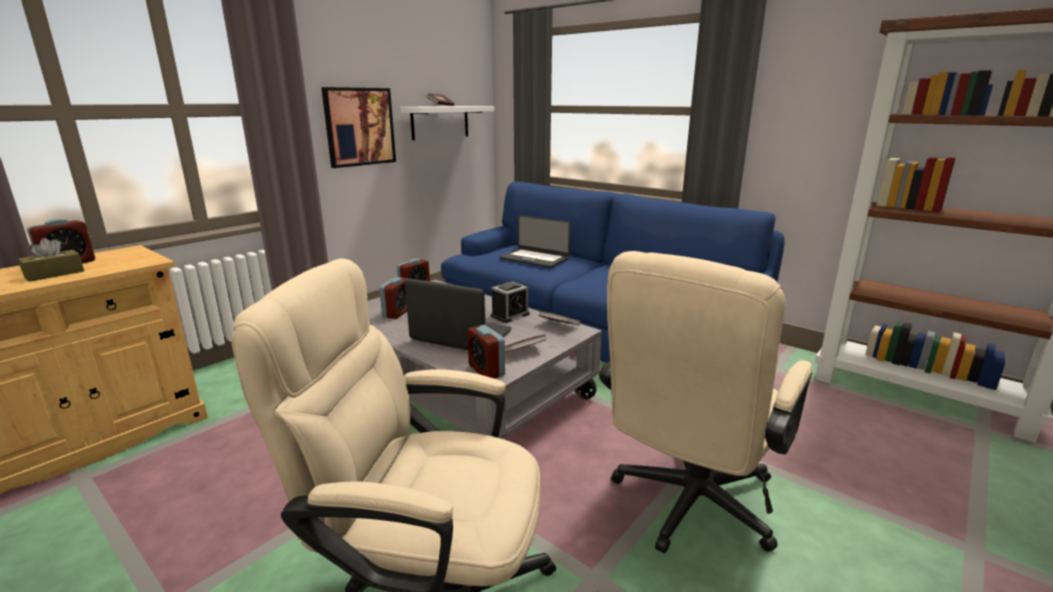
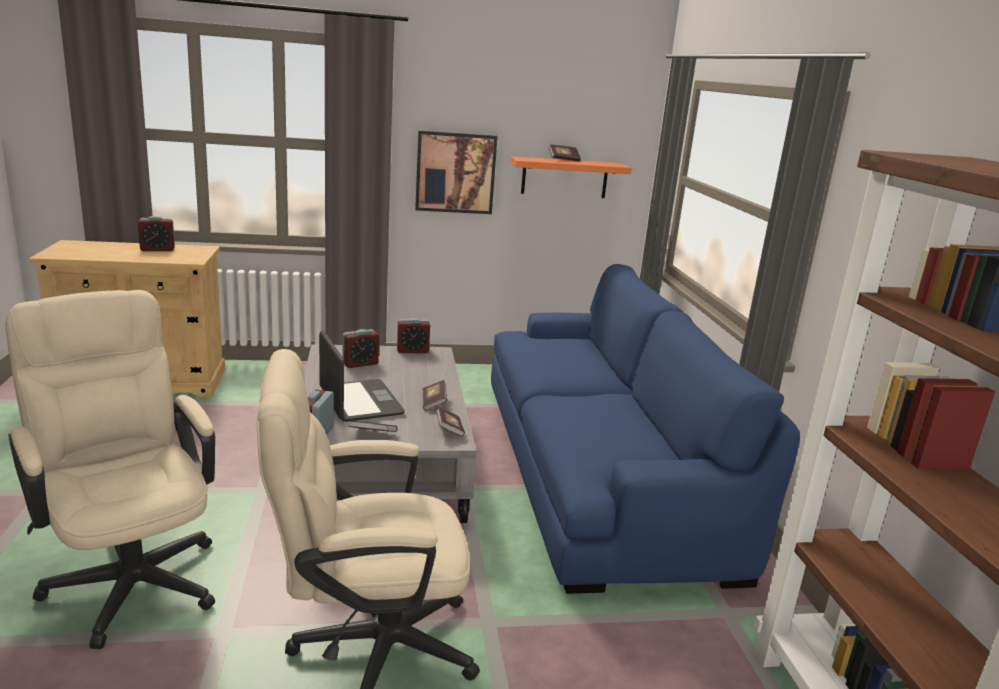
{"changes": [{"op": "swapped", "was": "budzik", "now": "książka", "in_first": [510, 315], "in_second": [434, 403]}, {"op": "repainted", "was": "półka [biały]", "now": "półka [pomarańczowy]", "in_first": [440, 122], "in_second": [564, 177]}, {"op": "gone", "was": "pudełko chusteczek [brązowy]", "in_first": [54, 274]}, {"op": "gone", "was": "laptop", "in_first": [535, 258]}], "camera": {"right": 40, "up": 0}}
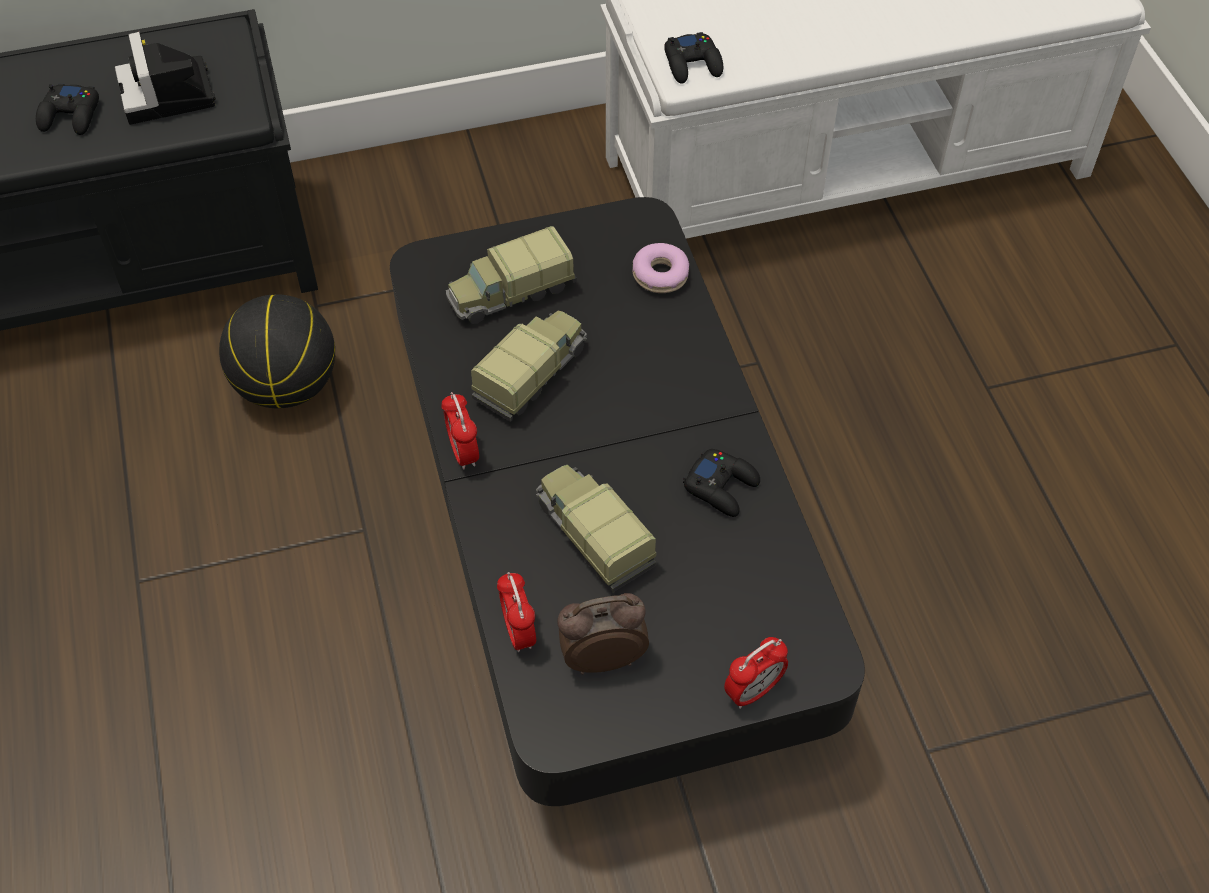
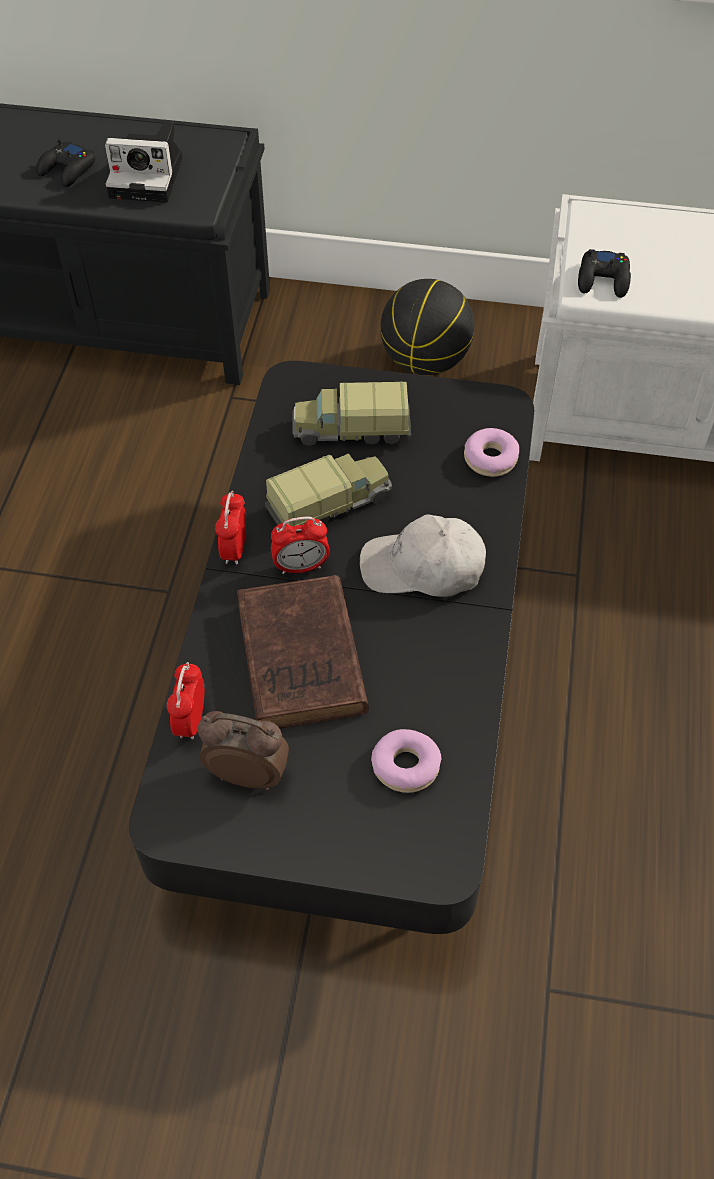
{"changes": [{"op": "rotated", "was": "aparat fotograficzny", "in_first": [169, 96], "in_second": [150, 177], "clockwise": -90}, {"op": "swapped", "was": "ciężarówka zabawkowa", "now": "książka [brązowy]", "in_first": [592, 534], "in_second": [302, 662]}, {"op": "shifted", "was": "budzik", "in_first": [753, 691], "in_second": [301, 566]}, {"op": "new", "now": "czapka z daszkiem [biały]", "in_second": [423, 568]}, {"op": "new", "now": "donut", "in_second": [405, 766]}, {"op": "shifted", "was": "piłka do koszykówki", "in_first": [288, 386], "in_second": [425, 361]}, {"op": "gone", "was": "pad do gier [czarny]", "in_first": [721, 487]}], "camera": {"right": 25, "up": 0}}
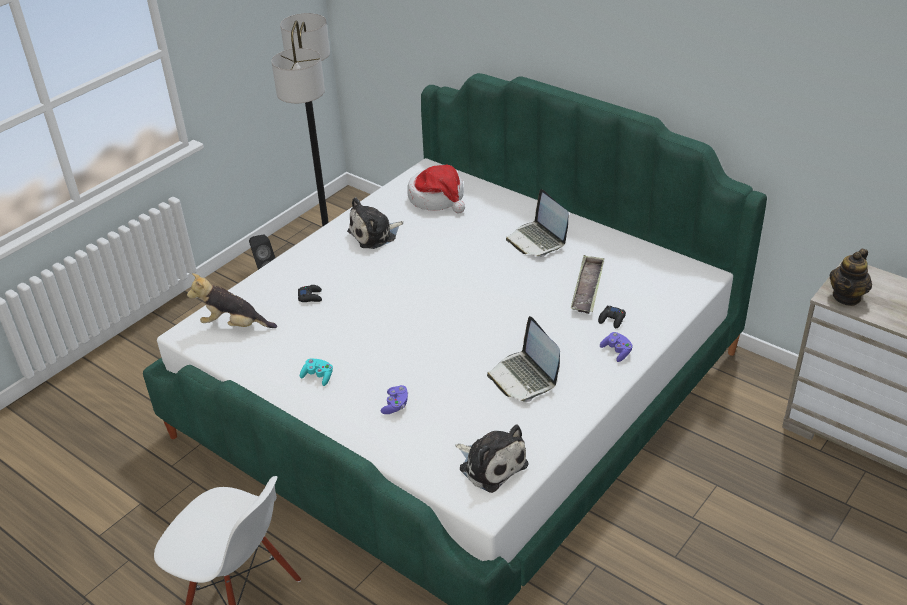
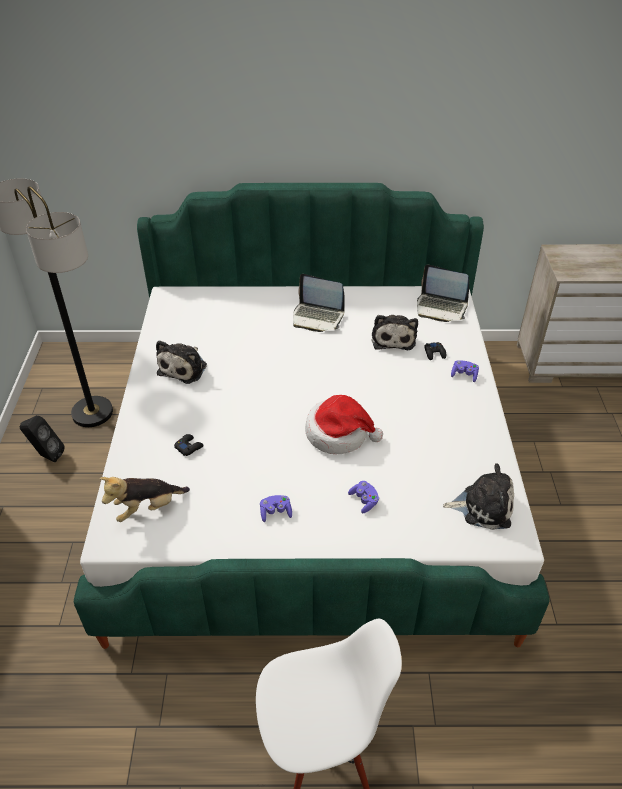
{"changes": [{"op": "repainted", "was": "pad do gier [turkusowy]", "now": "pad do gier [fioletowy]", "in_first": [318, 377], "in_second": [275, 512]}, {"op": "shifted", "was": "kapelusz", "in_first": [437, 198], "in_second": [339, 434]}, {"op": "swapped", "was": "taca", "now": "pluszak", "in_first": [587, 288], "in_second": [393, 338]}, {"op": "shifted", "was": "laptop", "in_first": [524, 377], "in_second": [441, 308]}, {"op": "gone", "was": "imbryk", "in_first": [847, 297]}], "camera": {"right": -40, "up": 5}}
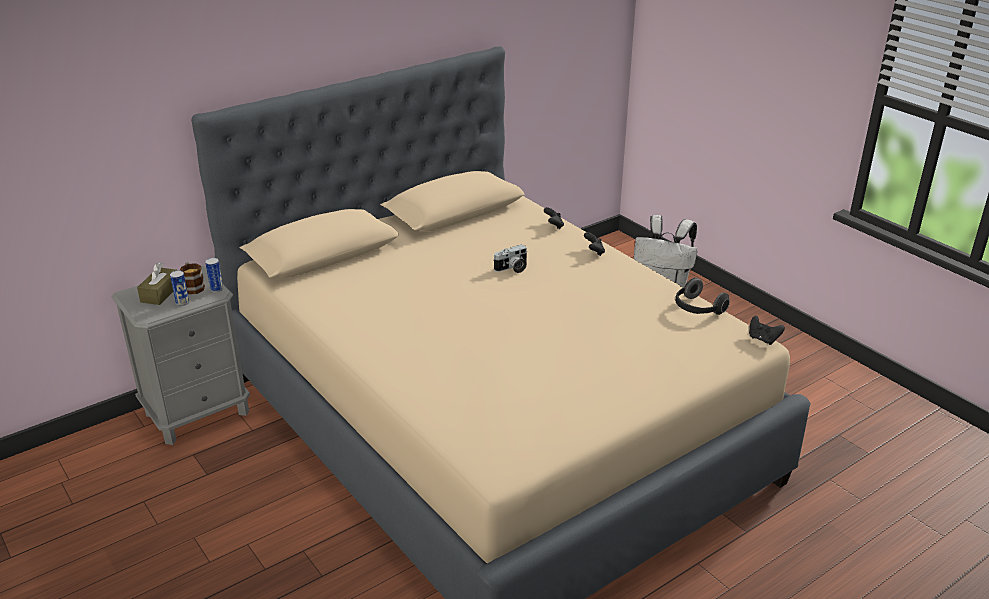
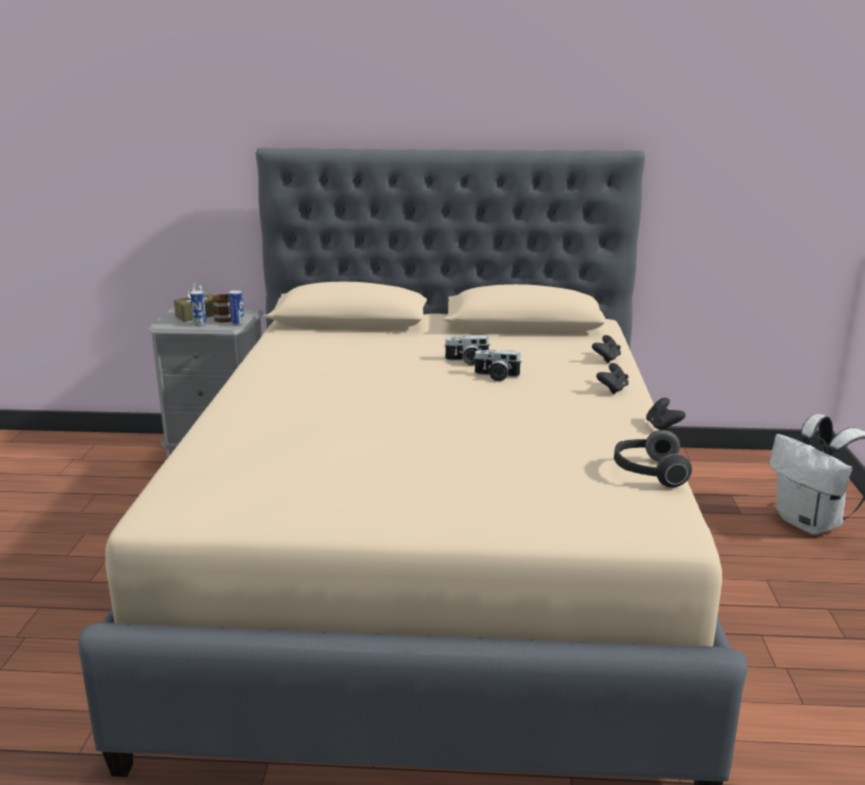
{"changes": [{"op": "new", "now": "aparat fotograficzny", "in_second": [467, 361]}, {"op": "shifted", "was": "pad do gier [czarny]", "in_first": [763, 339], "in_second": [662, 427]}], "camera": {"right": 40, "up": -10}}
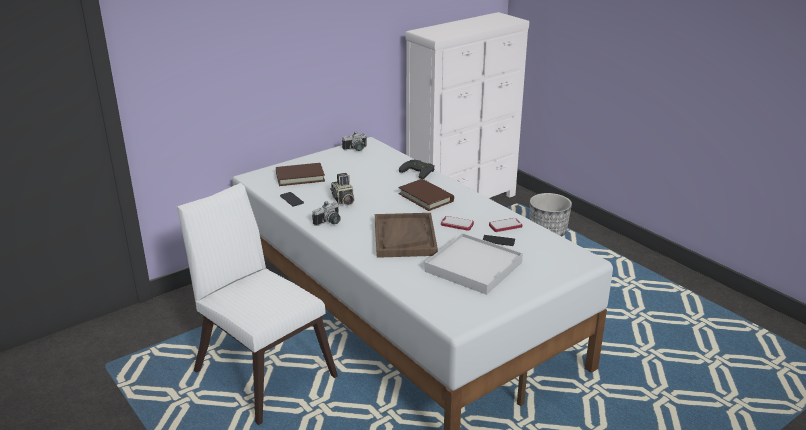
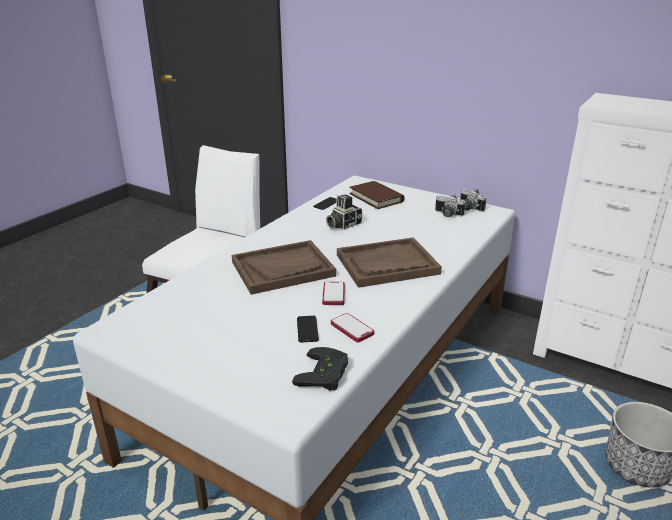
{"changes": [{"op": "shifted", "was": "pad do gier [czarny]", "in_first": [419, 171], "in_second": [326, 374]}, {"op": "swapped", "was": "książka [brązowy]", "now": "taca [brązowy]", "in_first": [426, 197], "in_second": [387, 264]}, {"op": "shifted", "was": "aparat fotograficzny", "in_first": [329, 222], "in_second": [447, 215]}, {"op": "gone", "was": "taca [biały]", "in_first": [473, 267]}], "camera": {"right": 70, "up": 0}}
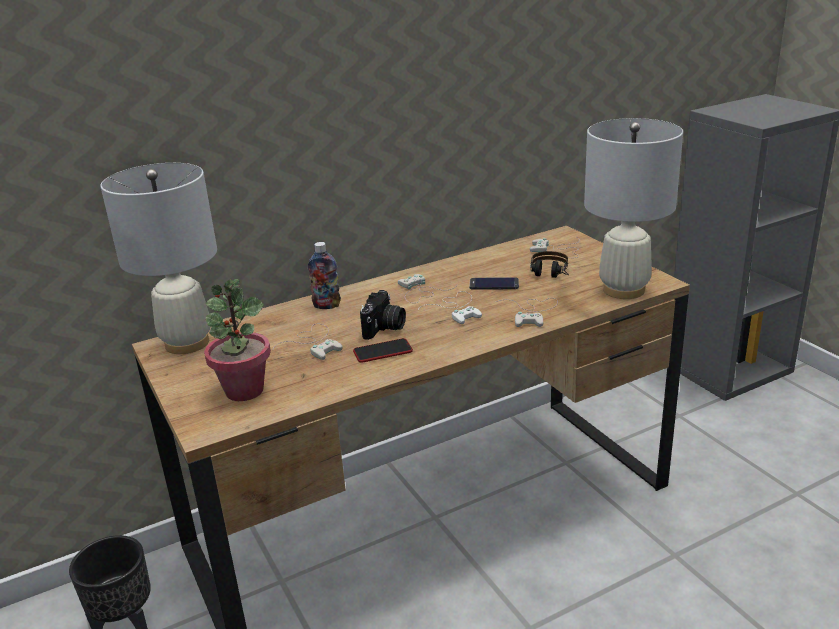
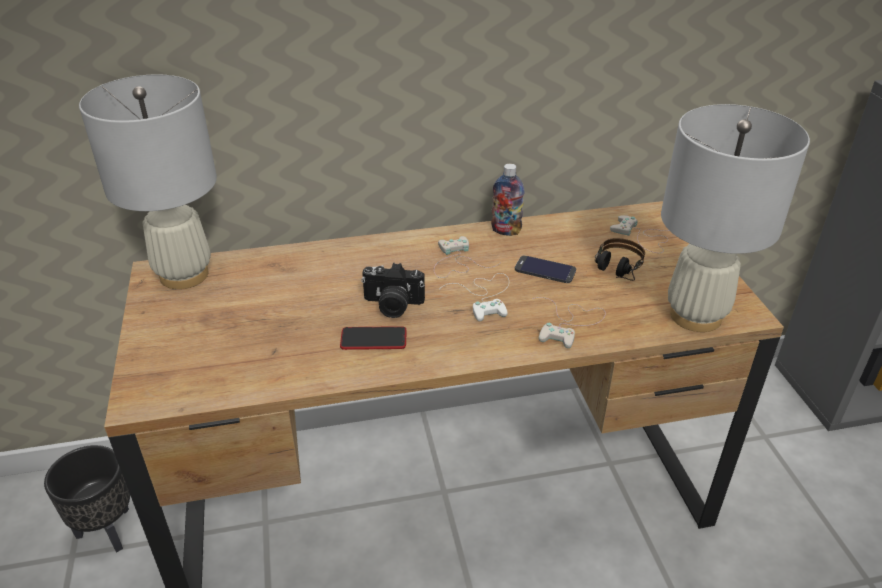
{"changes": [{"op": "rotated", "was": "aparat fotograficzny", "in_first": [384, 328], "in_second": [392, 305], "clockwise": 60}, {"op": "shifted", "was": "butelka", "in_first": [327, 305], "in_second": [506, 231]}, {"op": "gone", "was": "roślina doniczkowa", "in_first": [244, 390]}, {"op": "gone", "was": "pad do gier [biały]", "in_first": [314, 343]}], "camera": {"right": 15, "up": 10}}
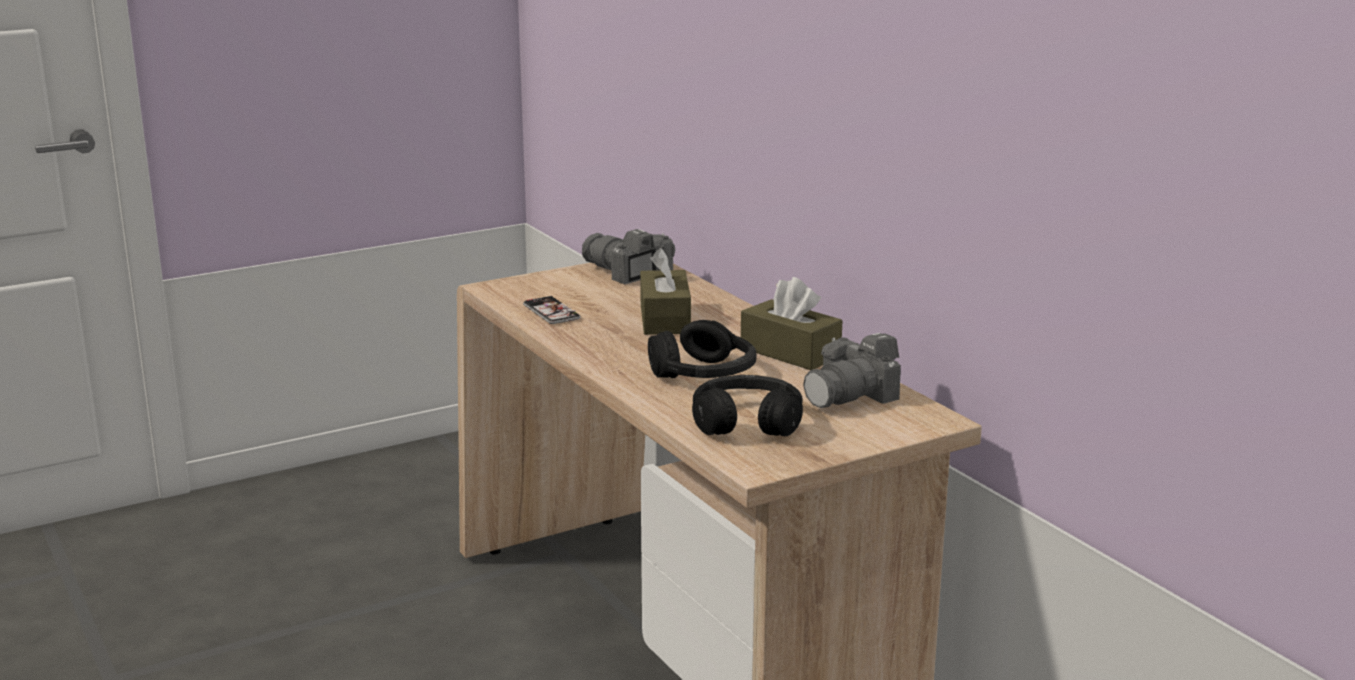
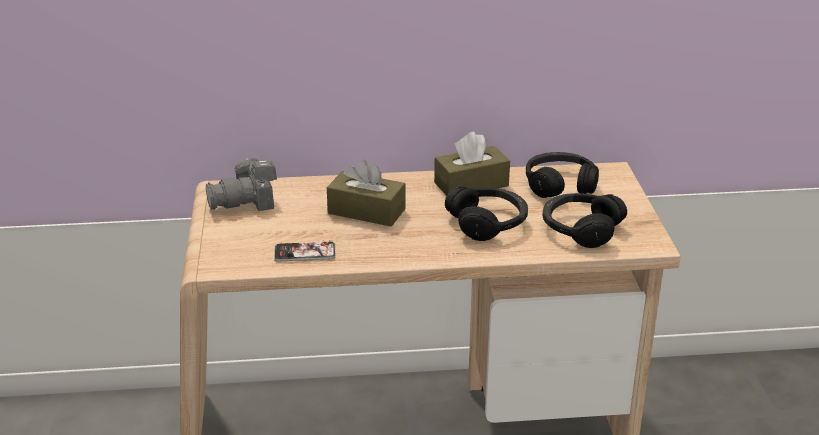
{"changes": [{"op": "swapped", "was": "aparat fotograficzny", "now": "słuchawki [czarny]", "in_first": [852, 396], "in_second": [560, 185]}], "camera": {"right": -65, "up": 10}}
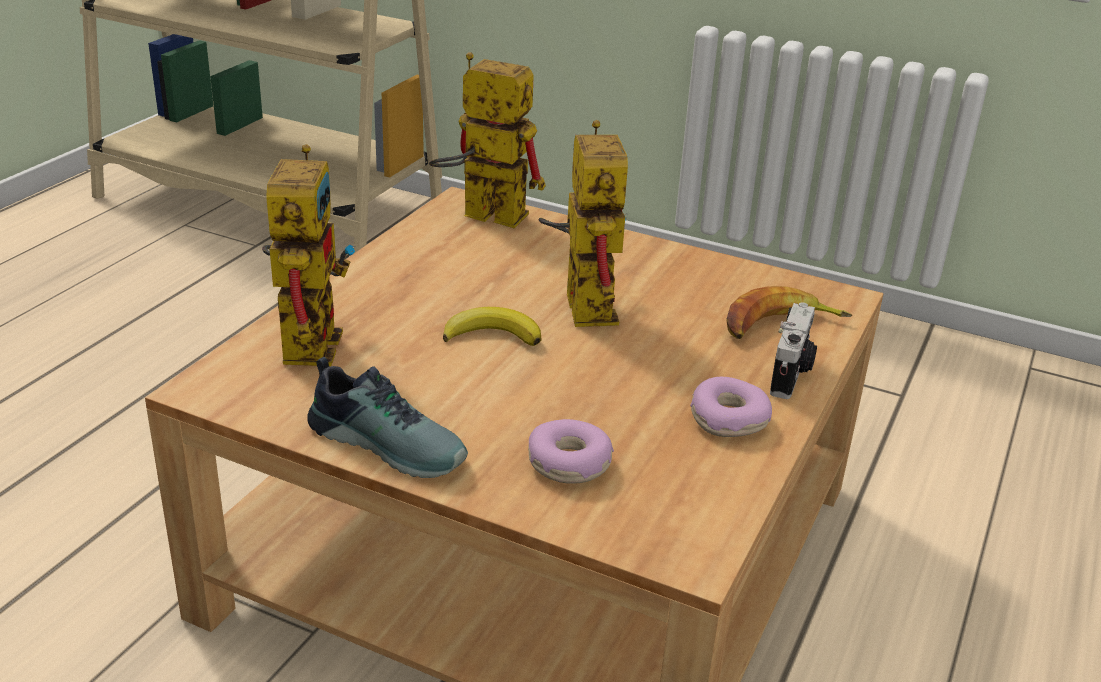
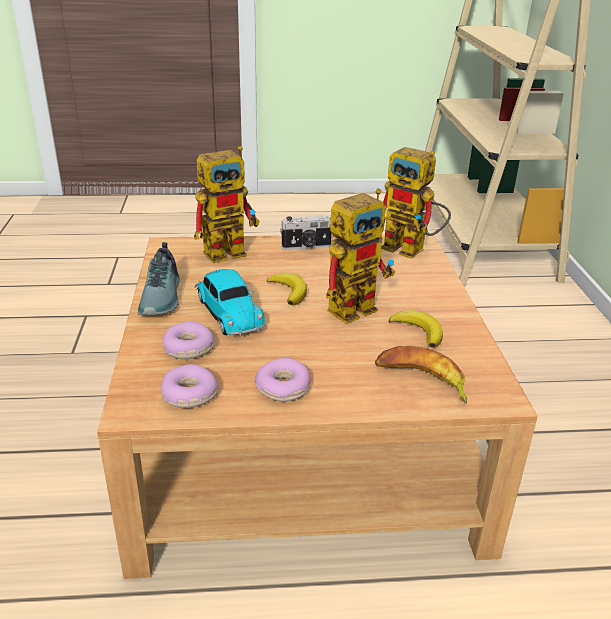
{"changes": [{"op": "new", "now": "donut", "in_second": [188, 394]}, {"op": "new", "now": "samochodzik", "in_second": [228, 311]}, {"op": "shifted", "was": "aparat fotograficzny", "in_first": [791, 374], "in_second": [306, 246]}, {"op": "rotated", "was": "robot zabawkowy", "in_first": [480, 215], "in_second": [412, 250], "clockwise": 135}, {"op": "new", "now": "banan", "in_second": [418, 331]}], "camera": {"right": 60, "up": 0}}
